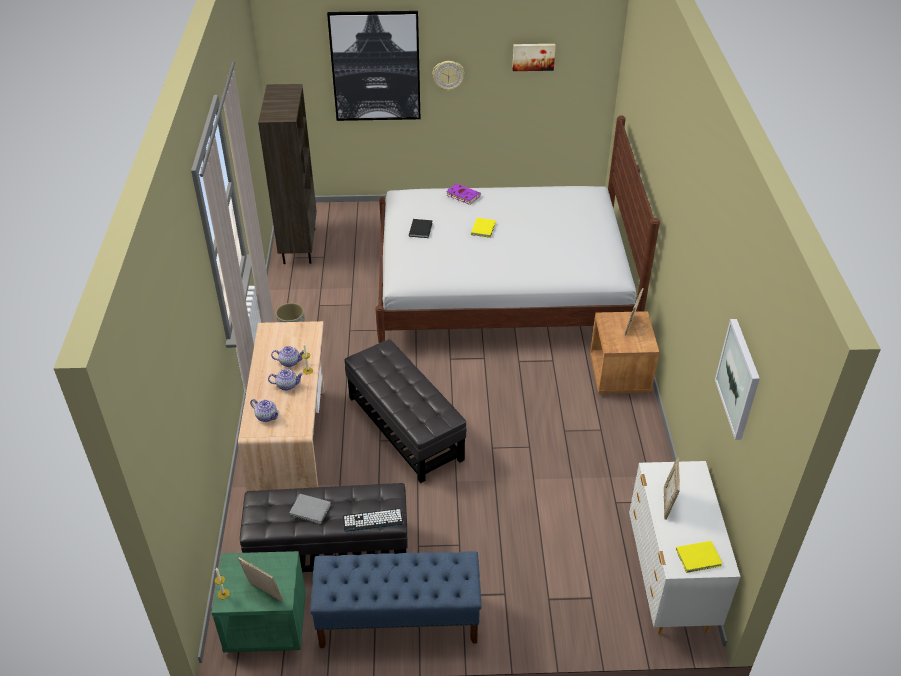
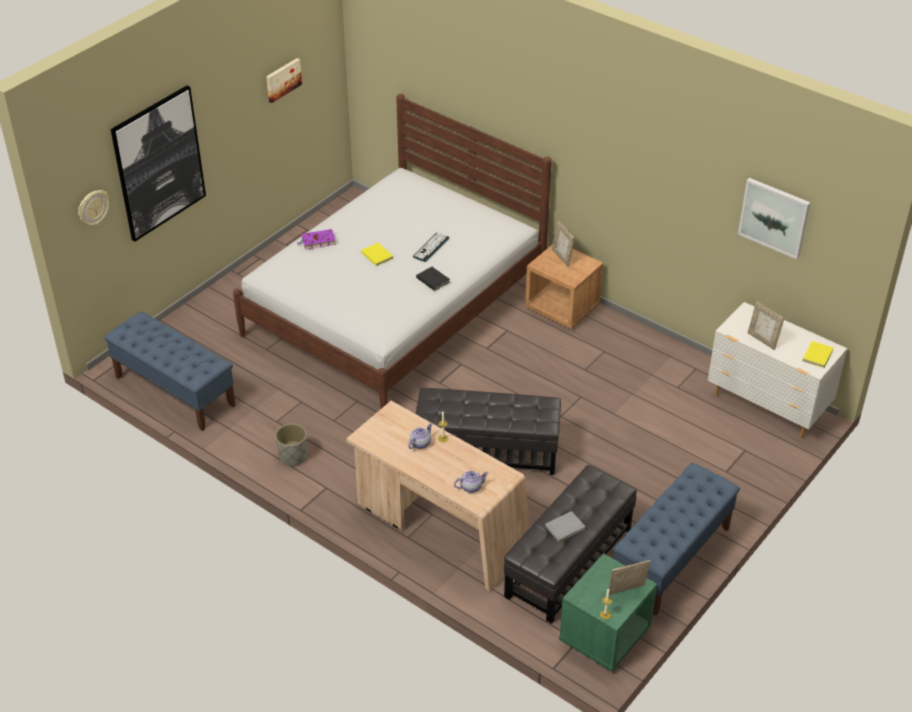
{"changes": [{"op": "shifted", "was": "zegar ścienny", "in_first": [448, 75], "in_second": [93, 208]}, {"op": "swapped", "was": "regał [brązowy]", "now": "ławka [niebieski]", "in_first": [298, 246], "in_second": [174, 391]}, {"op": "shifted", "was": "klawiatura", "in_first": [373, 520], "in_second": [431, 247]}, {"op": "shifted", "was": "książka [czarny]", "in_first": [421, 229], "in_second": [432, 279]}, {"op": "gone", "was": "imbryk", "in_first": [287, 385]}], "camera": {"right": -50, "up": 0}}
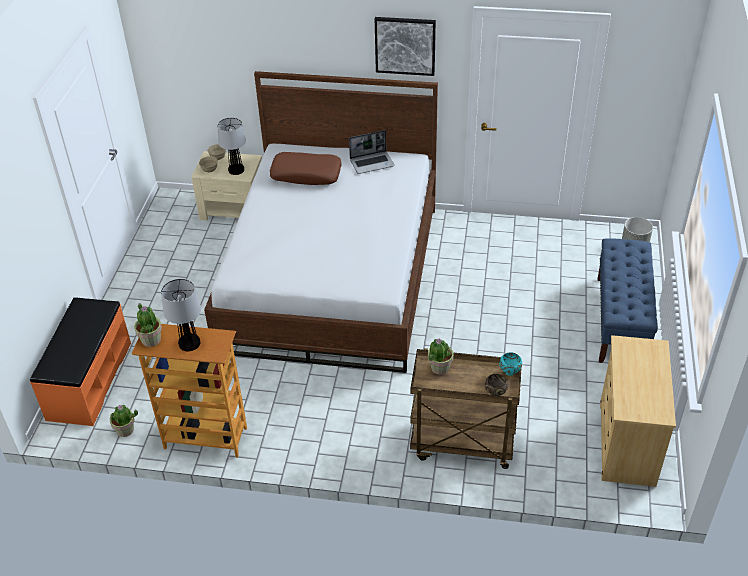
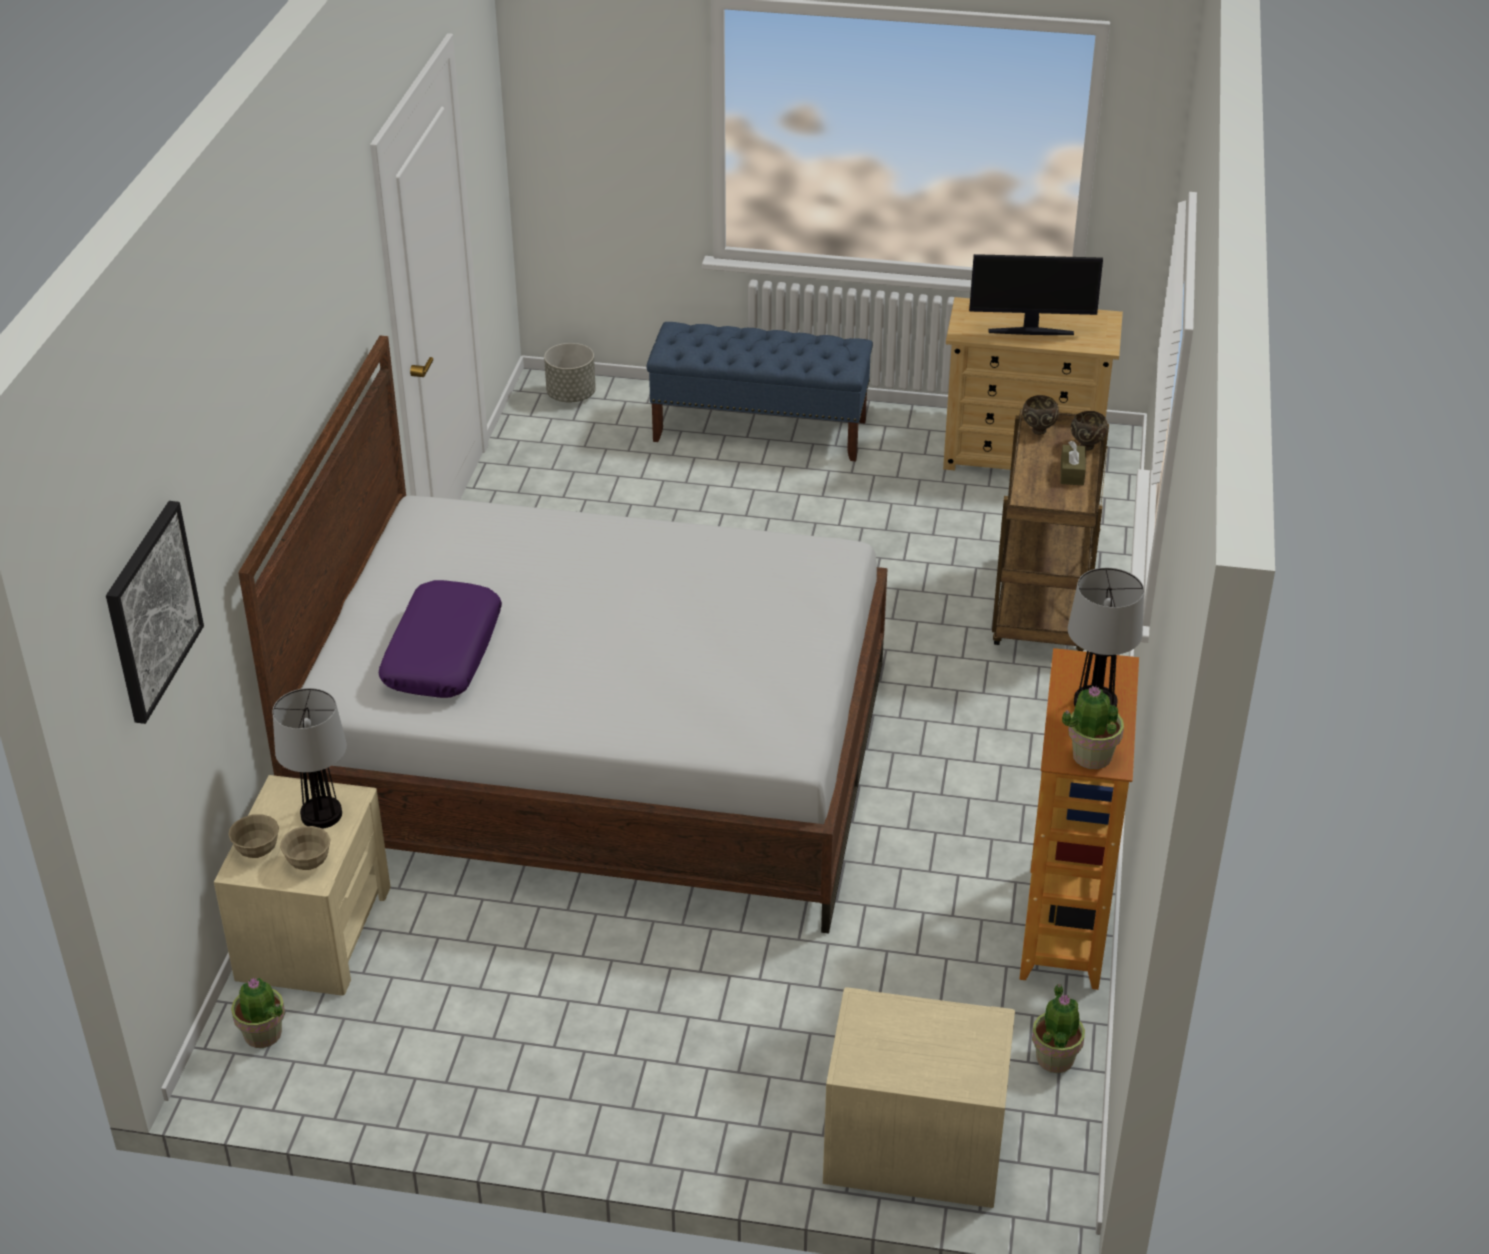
{"changes": [{"op": "shifted", "was": "obraz", "in_first": [405, 45], "in_second": [151, 610]}, {"op": "shifted", "was": "roślina doniczkowa", "in_first": [439, 367], "in_second": [263, 1035]}, {"op": "repainted", "was": "poduszka [brązowy]", "now": "poduszka [fioletowy]", "in_first": [306, 174], "in_second": [442, 653]}, {"op": "swapped", "was": "ławka [pomarańczowy]", "now": "szafka nocna [beżowy]", "in_first": [89, 380], "in_second": [913, 1145]}, {"op": "new", "now": "monitor", "in_second": [1030, 331]}, {"op": "repainted", "was": "miska [turkusowy]", "now": "miska [brązowy]", "in_first": [510, 372], "in_second": [1038, 430]}, {"op": "new", "now": "pudełko chusteczek [brązowy]", "in_second": [1072, 472]}, {"op": "gone", "was": "laptop", "in_first": [372, 163]}], "camera": {"right": -90, "up": -5}}
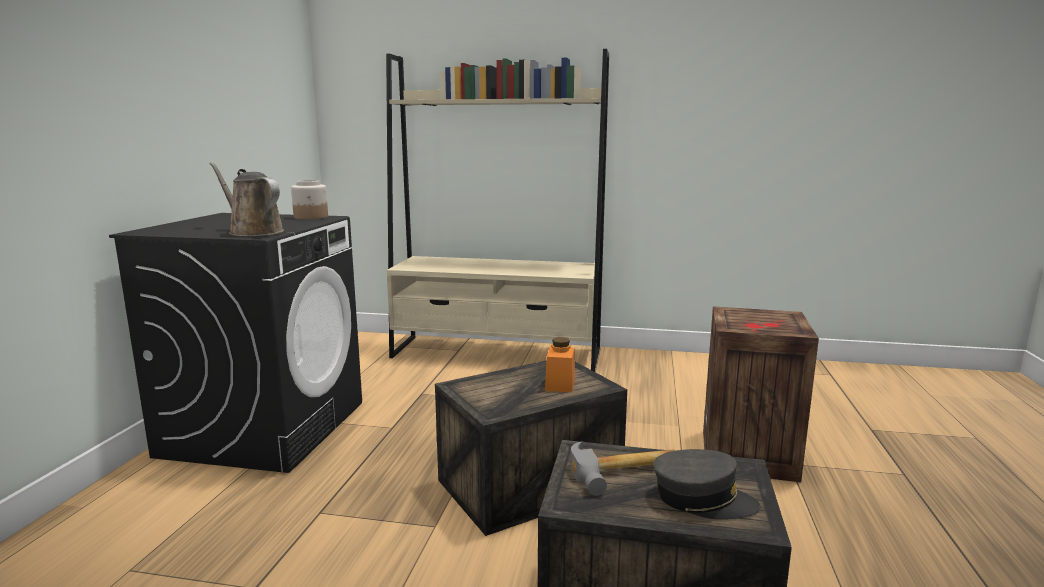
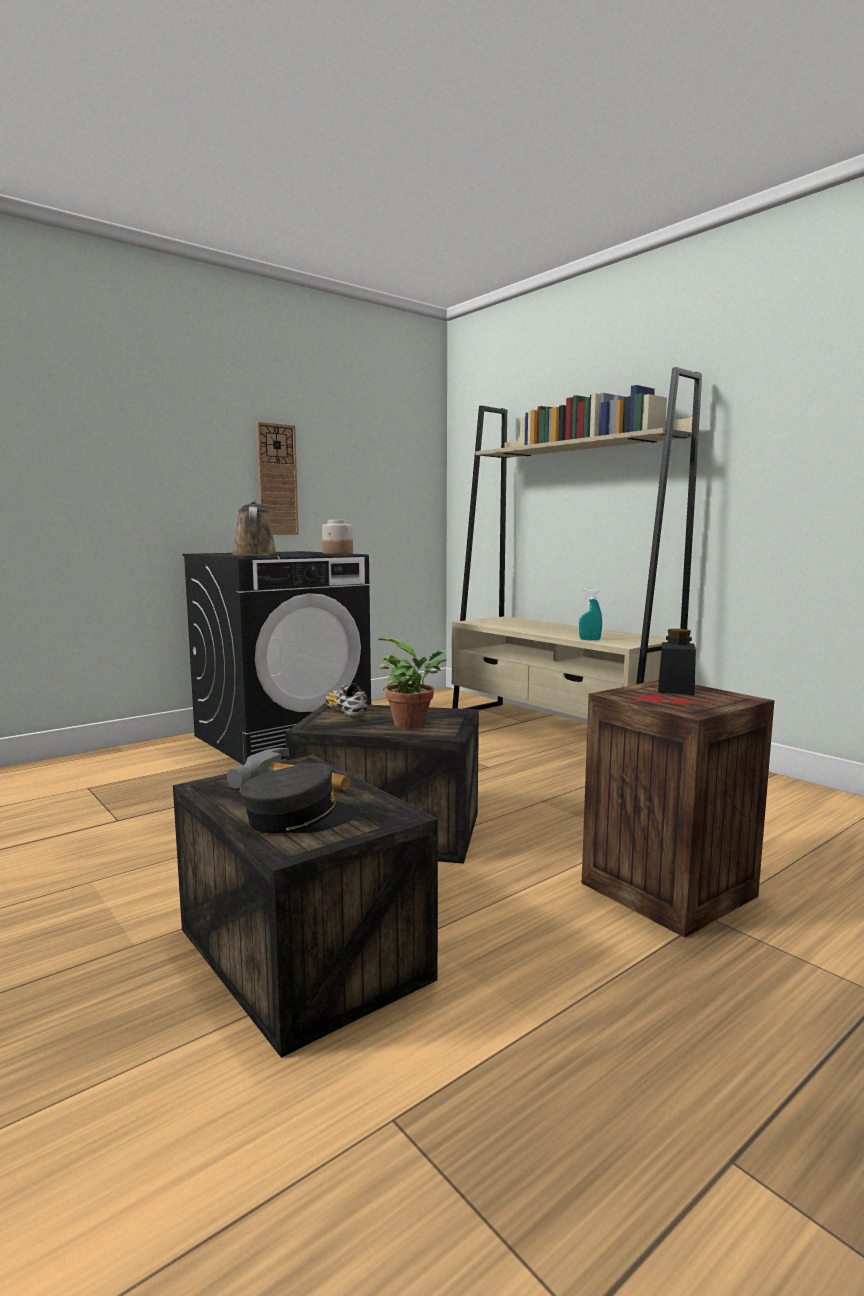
{"changes": [{"op": "rotated", "was": "czapka z daszkiem [szary]", "in_first": [702, 499], "in_second": [300, 819], "clockwise": -75}, {"op": "new", "now": "zegar ścienny", "in_second": [277, 480]}, {"op": "new", "now": "but", "in_second": [345, 712]}, {"op": "swapped", "was": "słoik [pomarańczowy]", "now": "roślina doniczkowa", "in_first": [560, 385], "in_second": [414, 724]}, {"op": "new", "now": "spryskiwacz [turkusowy]", "in_second": [589, 639]}, {"op": "new", "now": "słoik [czarny]", "in_second": [675, 689]}], "camera": {"right": 40, "up": -5}}
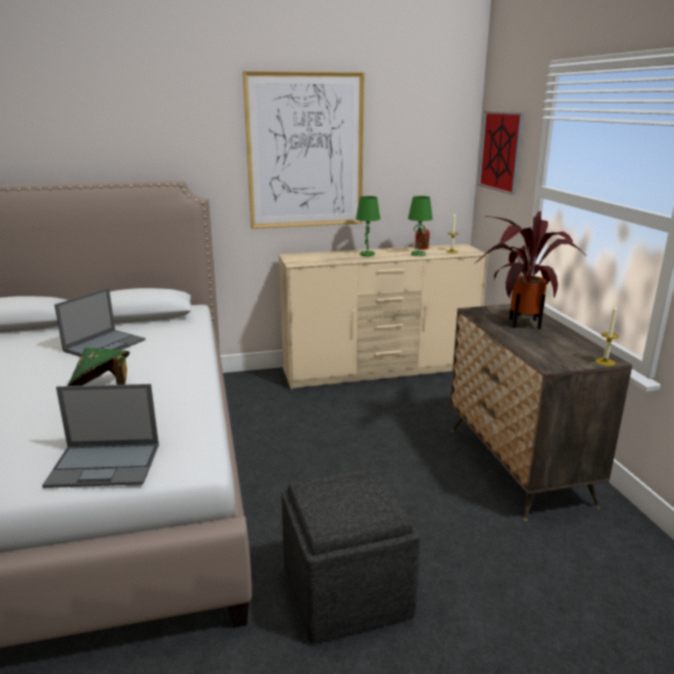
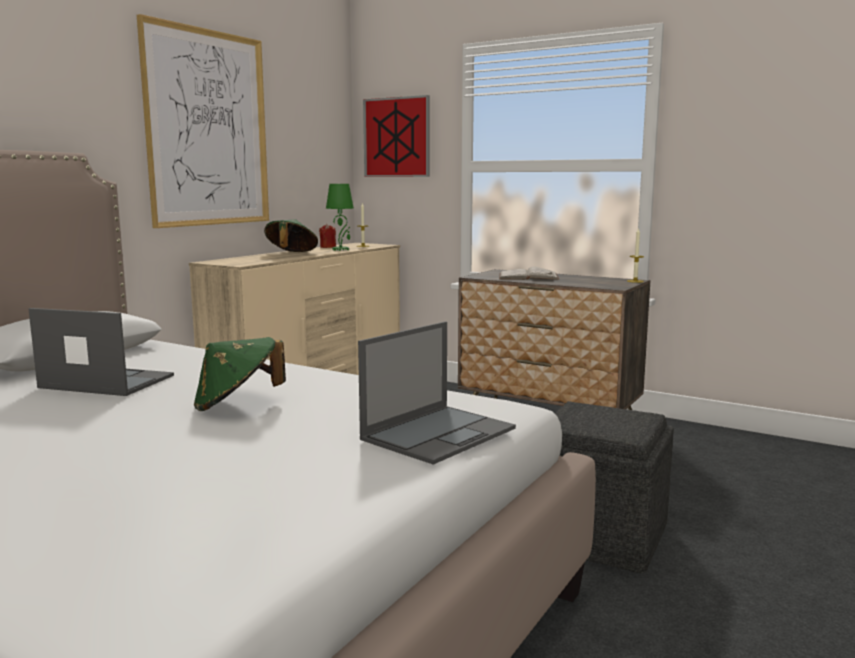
{"changes": [{"op": "rotated", "was": "laptop", "in_first": [105, 345], "in_second": [105, 382], "clockwise": -60}, {"op": "swapped", "was": "lampa stołowa [zielony]", "now": "kapelusz [zielony]", "in_first": [367, 254], "in_second": [291, 254]}, {"op": "swapped", "was": "roślina doniczkowa", "now": "książka [biały]", "in_first": [520, 323], "in_second": [528, 276]}], "camera": {"right": -45, "up": -10}}
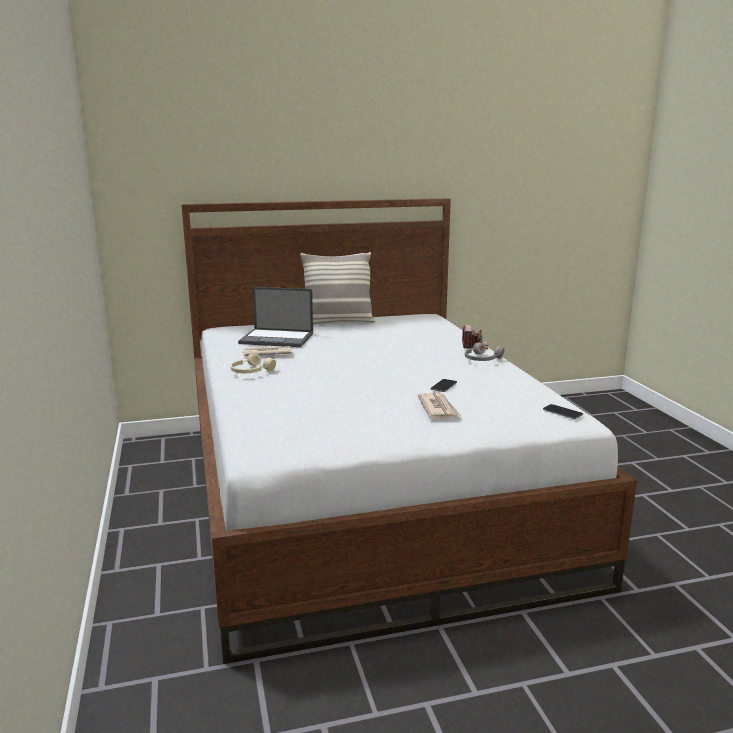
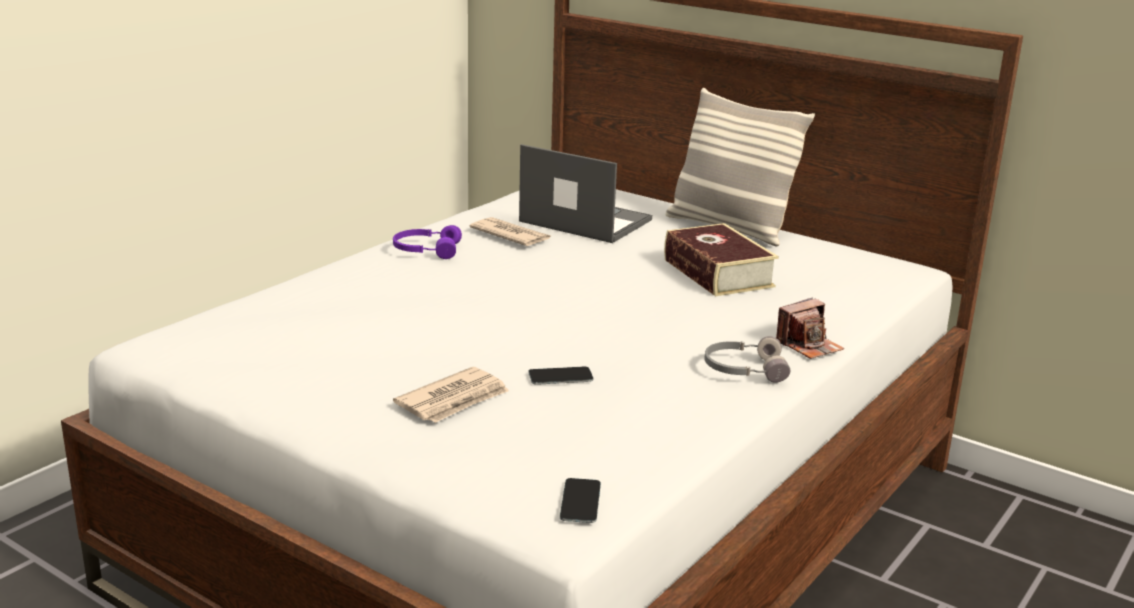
{"changes": [{"op": "repainted", "was": "słuchawki [beżowy]", "now": "słuchawki [fioletowy]", "in_first": [251, 371], "in_second": [426, 250]}, {"op": "rotated", "was": "laptop", "in_first": [278, 338], "in_second": [583, 221], "clockwise": 150}, {"op": "new", "now": "książka", "in_second": [718, 273]}], "camera": {"right": 50, "up": 5}}
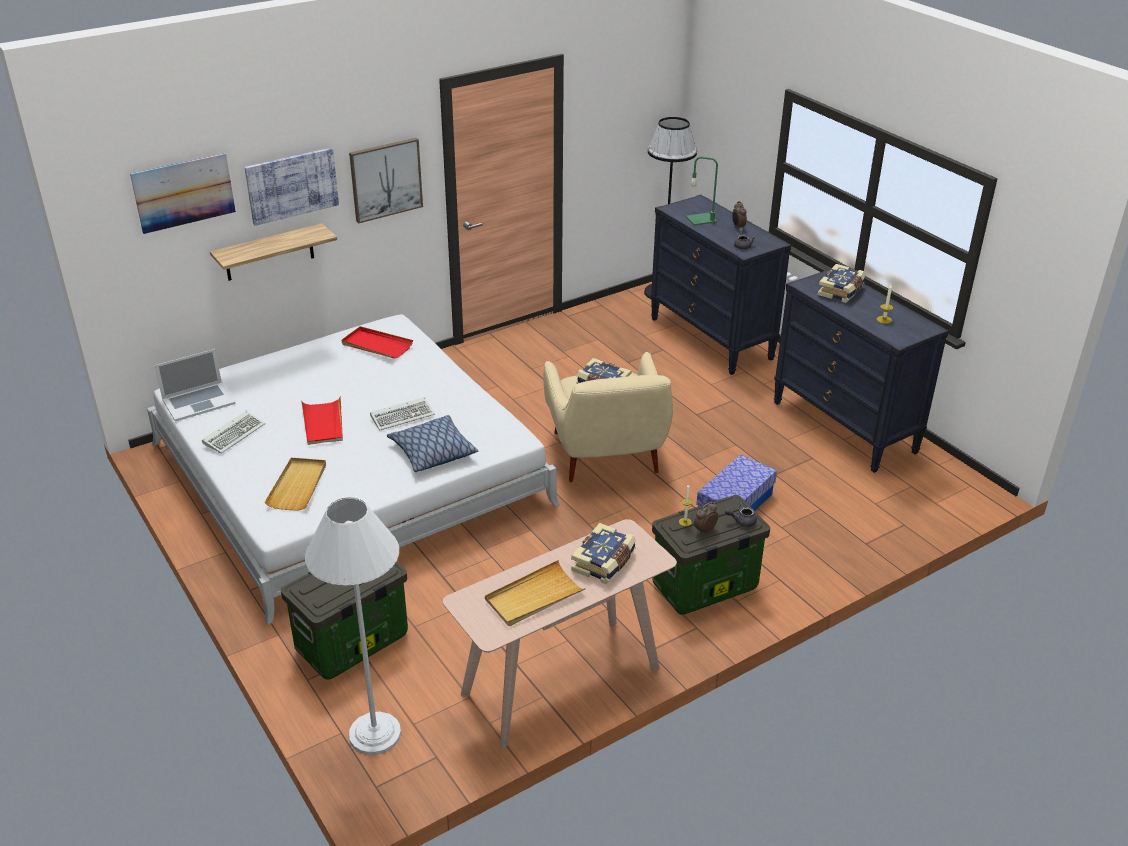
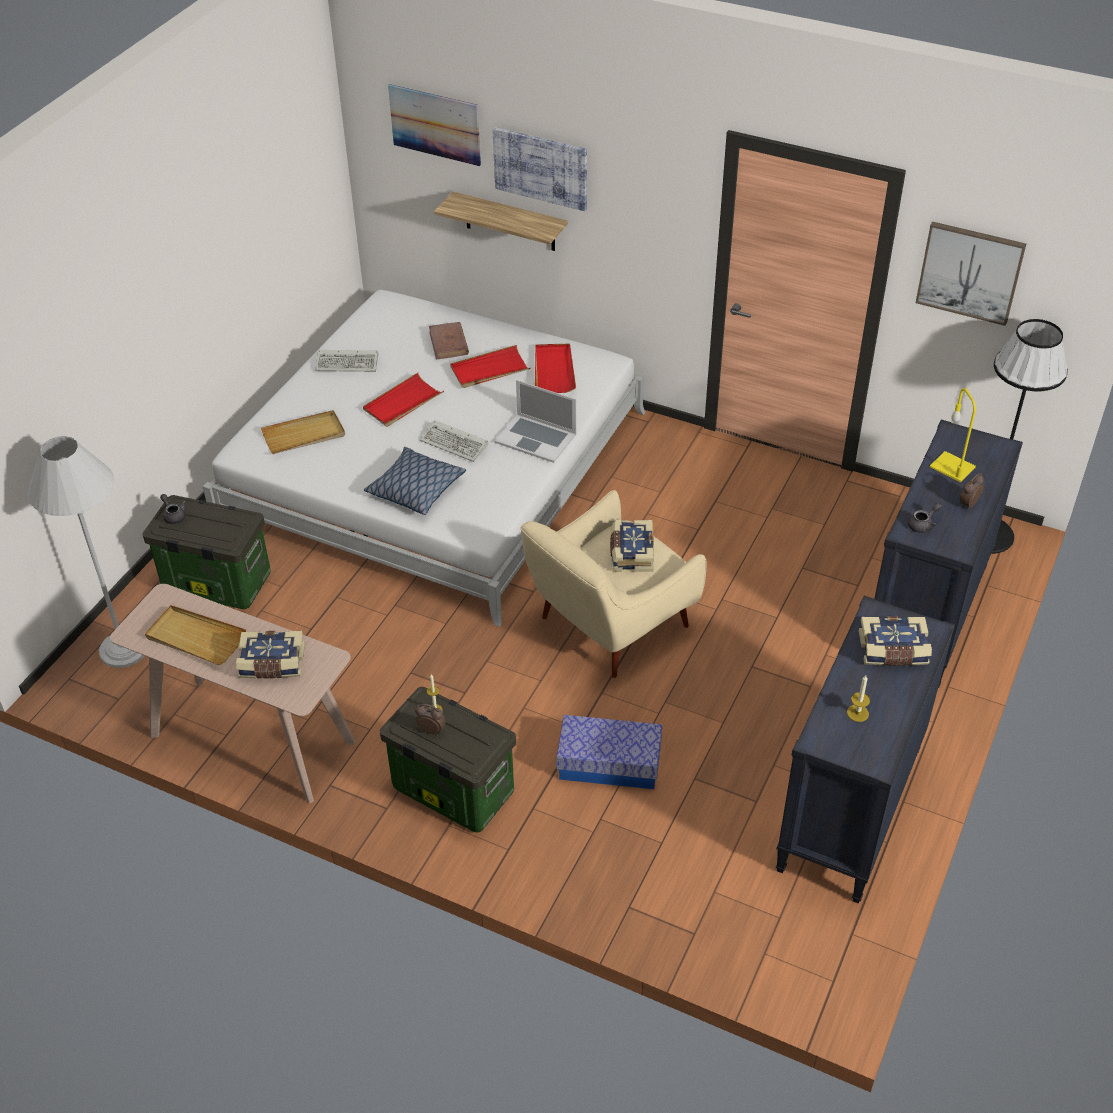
{"changes": [{"op": "shifted", "was": "imbryk [szary]", "in_first": [741, 521], "in_second": [174, 515]}, {"op": "new", "now": "książka [brązowy]", "in_second": [448, 343]}, {"op": "new", "now": "taca [czerwony]", "in_second": [489, 370]}, {"op": "shifted", "was": "laptop", "in_first": [198, 401], "in_second": [536, 438]}, {"op": "shifted", "was": "obraz", "in_first": [386, 179], "in_second": [970, 272]}, {"op": "repainted", "was": "lampa stołowa [zielony]", "now": "lampa stołowa [żółty]", "in_first": [702, 219], "in_second": [953, 467]}], "camera": {"right": 60, "up": 10}}
